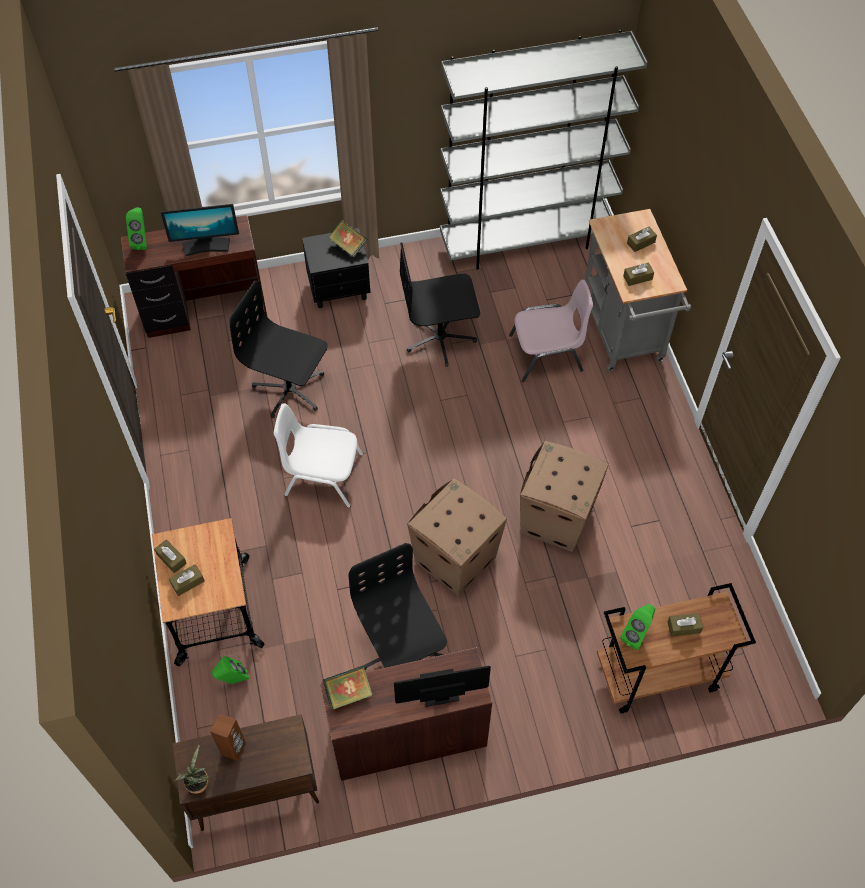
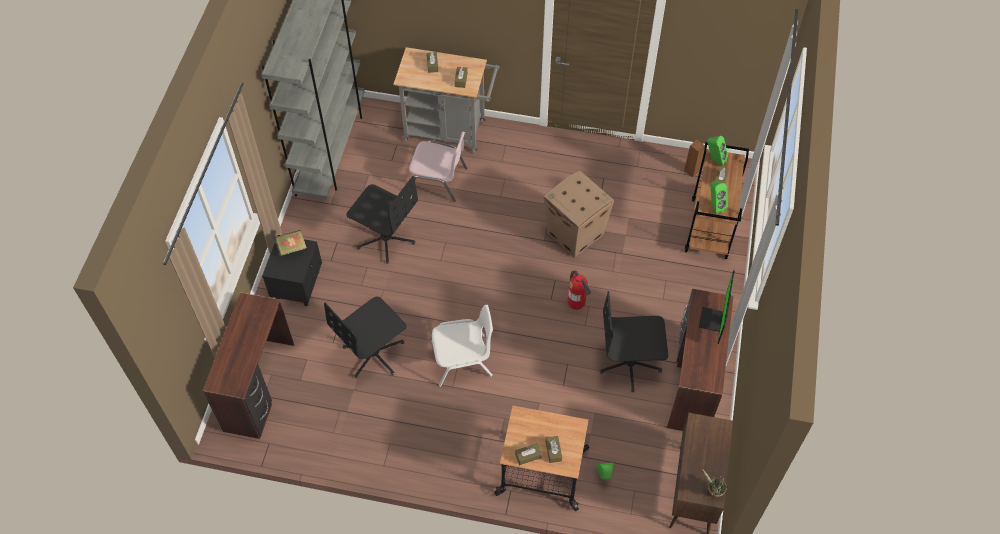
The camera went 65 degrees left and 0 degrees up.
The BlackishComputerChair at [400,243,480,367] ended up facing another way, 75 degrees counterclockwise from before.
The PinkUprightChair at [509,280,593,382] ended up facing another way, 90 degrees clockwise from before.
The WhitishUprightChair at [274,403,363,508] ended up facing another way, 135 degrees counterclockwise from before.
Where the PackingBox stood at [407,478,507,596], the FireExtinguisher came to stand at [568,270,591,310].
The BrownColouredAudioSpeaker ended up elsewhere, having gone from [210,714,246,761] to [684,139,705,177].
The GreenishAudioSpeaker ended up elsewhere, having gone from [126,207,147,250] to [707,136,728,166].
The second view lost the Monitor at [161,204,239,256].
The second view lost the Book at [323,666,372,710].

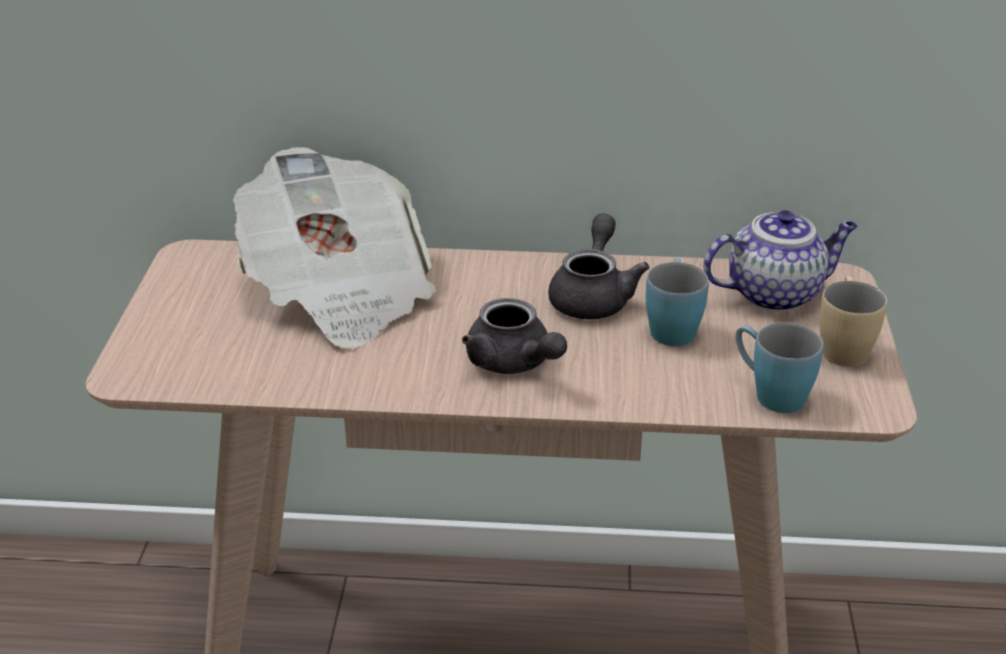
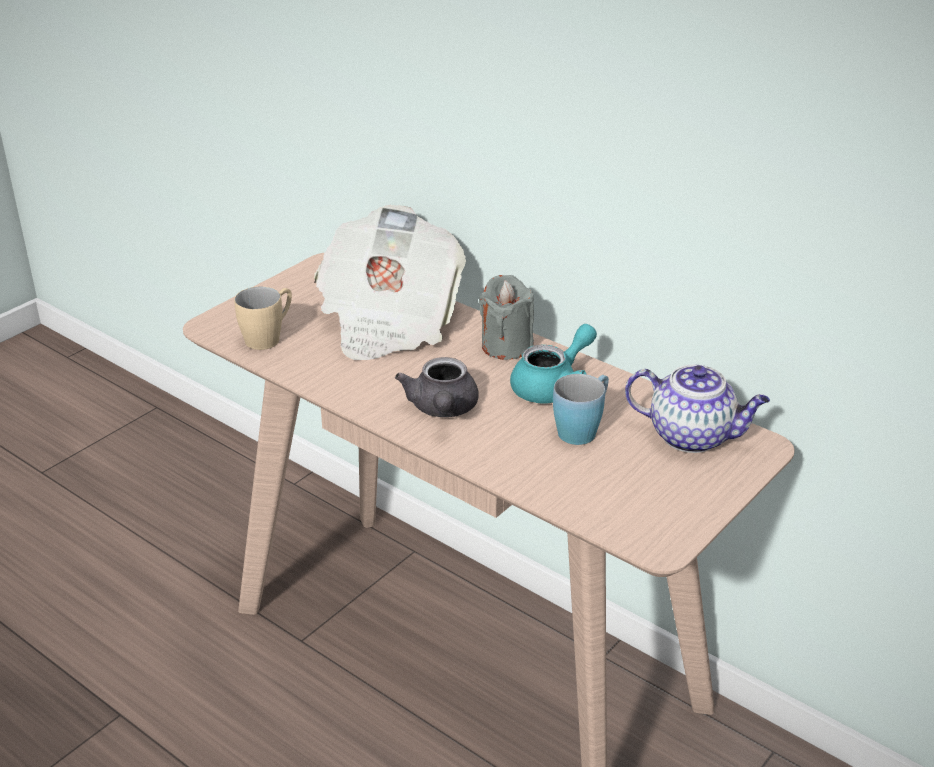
The camera went 35 degrees right and 0 degrees up.
The BeigeColouredTeaMug ended up elsewhere, having gone from [819,276,887,367] to [234,286,292,350].
The second view gained the GreyishWaxCandle at [479,275,534,360].
What was the GreyishPotForTea at [548,213,650,319] turned into the TurquoiseColouredPotForTea at [510,324,597,404].
The second view lost the BlueTeaMug at [736,322,824,413].

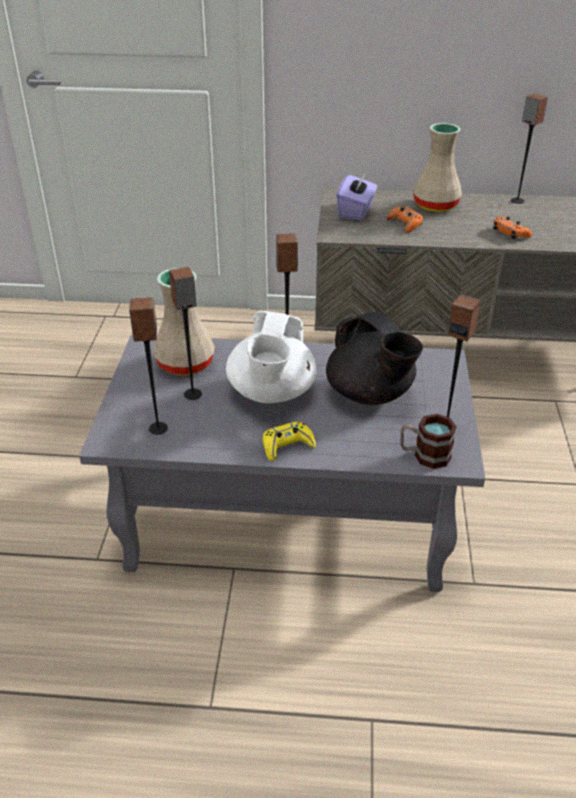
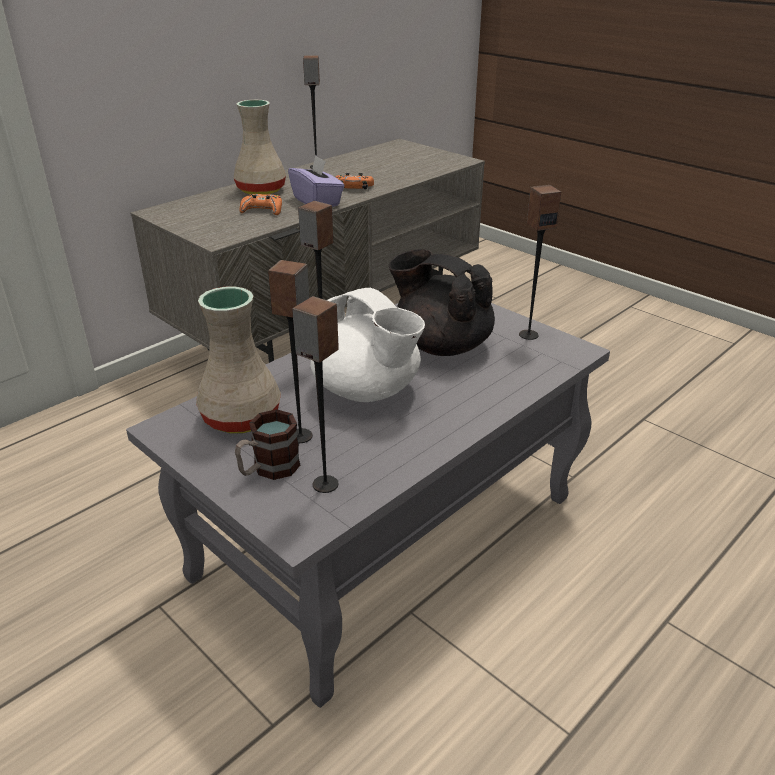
The camera went 50 degrees left and 5 degrees down.
The TeaMug ended up elsewhere, having gone from [400,414,456,469] to [235,409,300,480].
The PurpleTissueBox ended up elsewhere, having gone from [336,171,377,220] to [288,155,344,207].
The BlackishPotForTea at [326,312,423,405] ended up facing another way, 150 degrees counterclockwise from before.
The second view lost the YellowColouredGameController at [263,421,316,461].

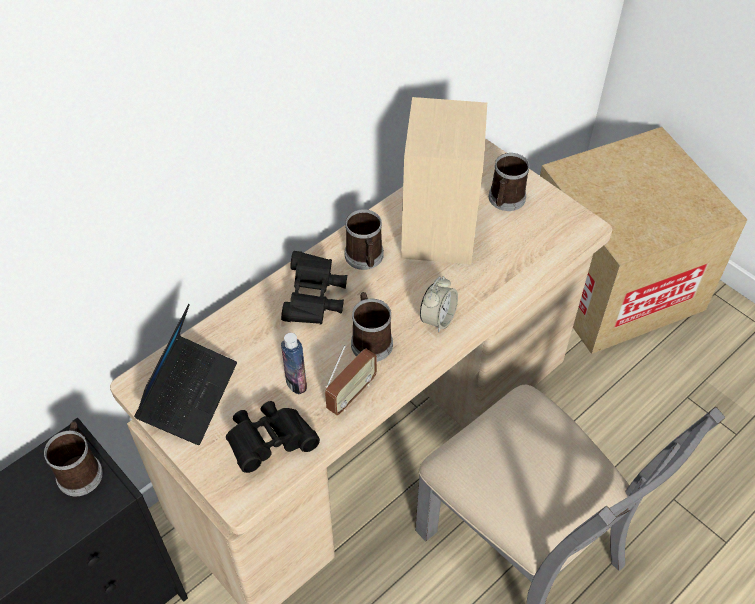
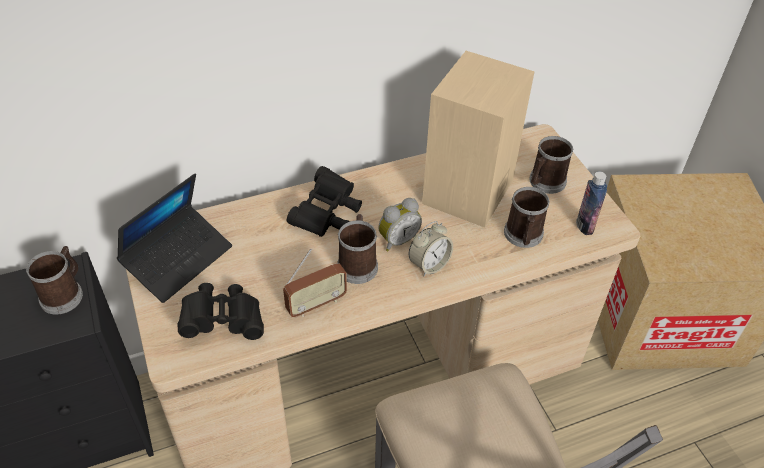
The camera went 20 degrees right and 5 degrees down.
The second view gained the TableClock at [378,198,422,251].
The TeaMug ended up elsewhere, having gone from [345,209,384,270] to [504,187,550,248].
The DrinkBottle ended up elsewhere, having gone from [281,333,307,395] to [576,171,607,235].

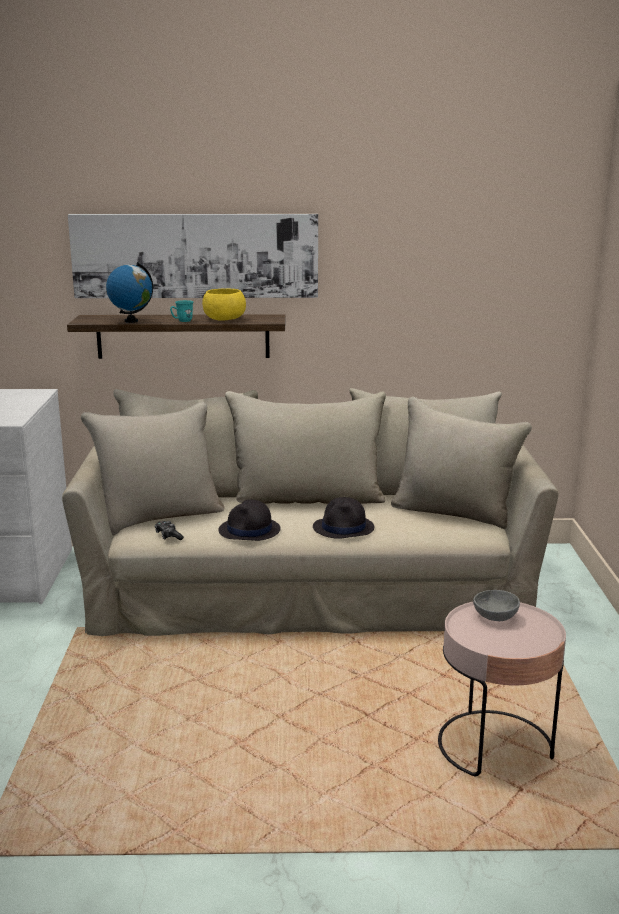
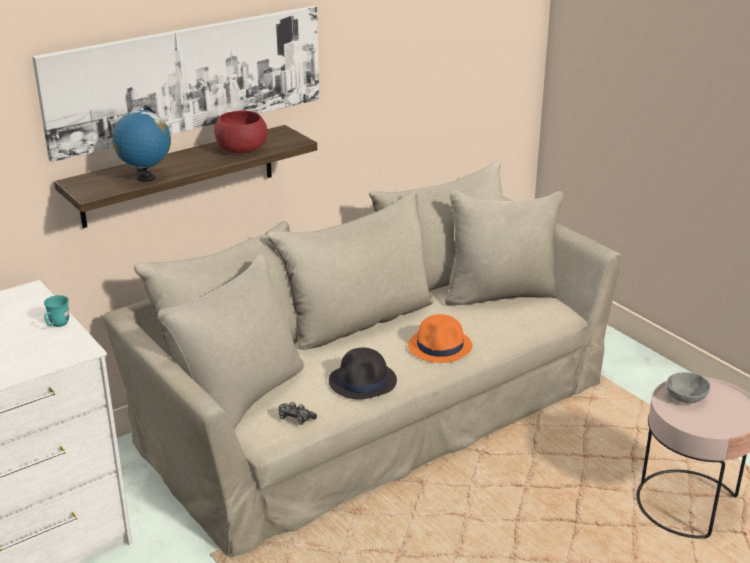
The camera went 35 degrees left and 10 degrees up.
The TurquoiseColouredTeaMug ended up elsewhere, having gone from [170,300,193,322] to [44,295,69,327].
What was the YellowColouredDeepDish at [202,289,246,321] turned into the ReddishDeepDish at [214,110,268,154].
What was the BlackishHat at [313,497,374,539] turned into the OrangeyHat at [408,314,473,363].

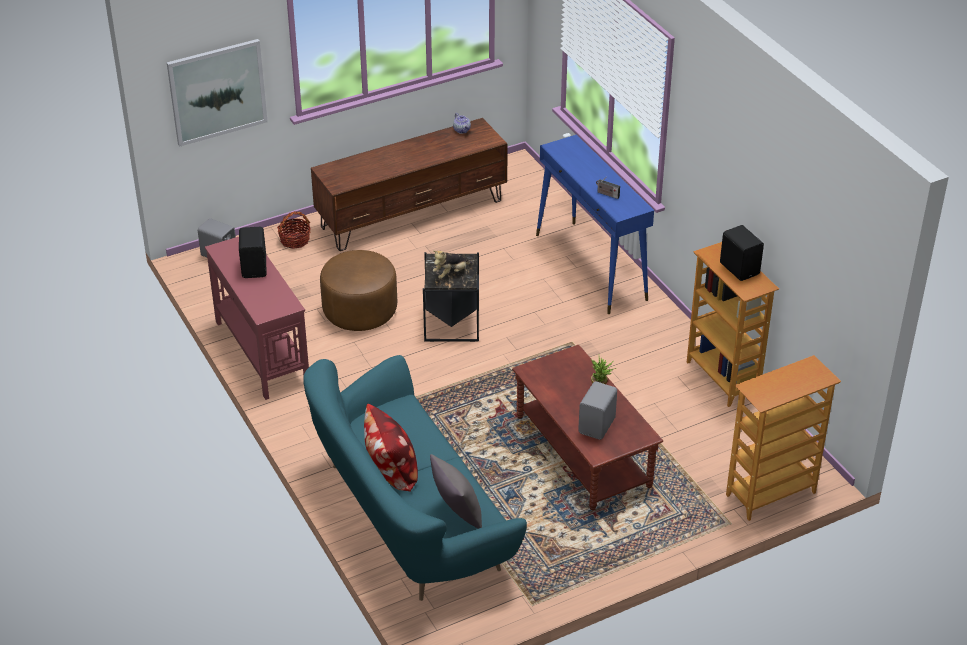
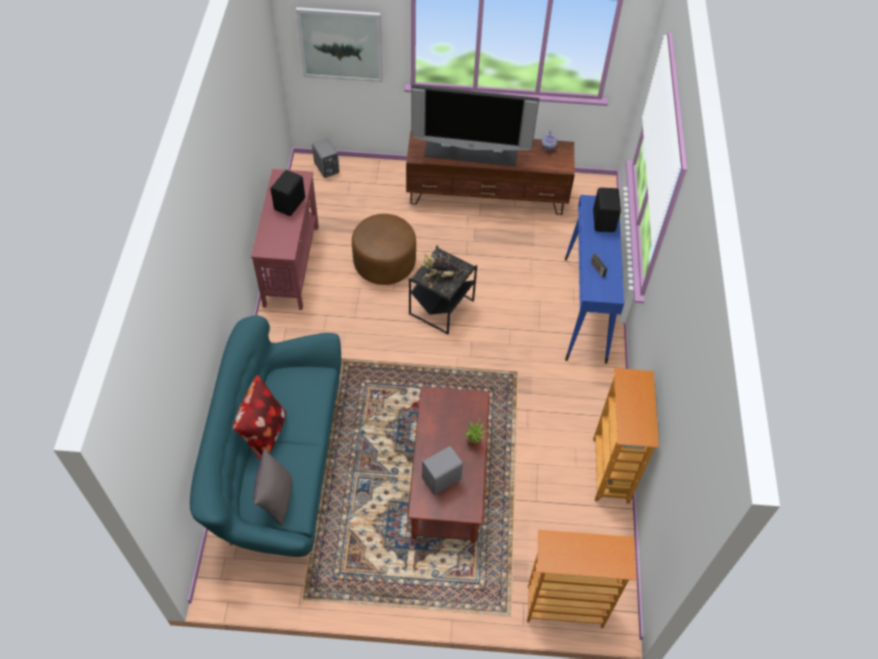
The camera went 30 degrees right and 15 degrees up.
The second view gained the Tv at [411,85,539,167].
The BlackishAudioSpeaker ended up elsewhere, having gone from [720,225,764,281] to [593,188,621,232].
The second view lost the StorageBasket at [277,211,311,249].

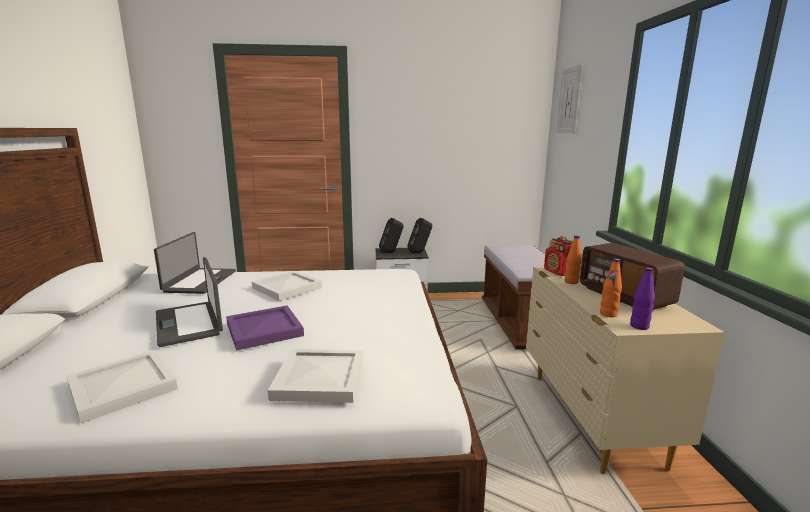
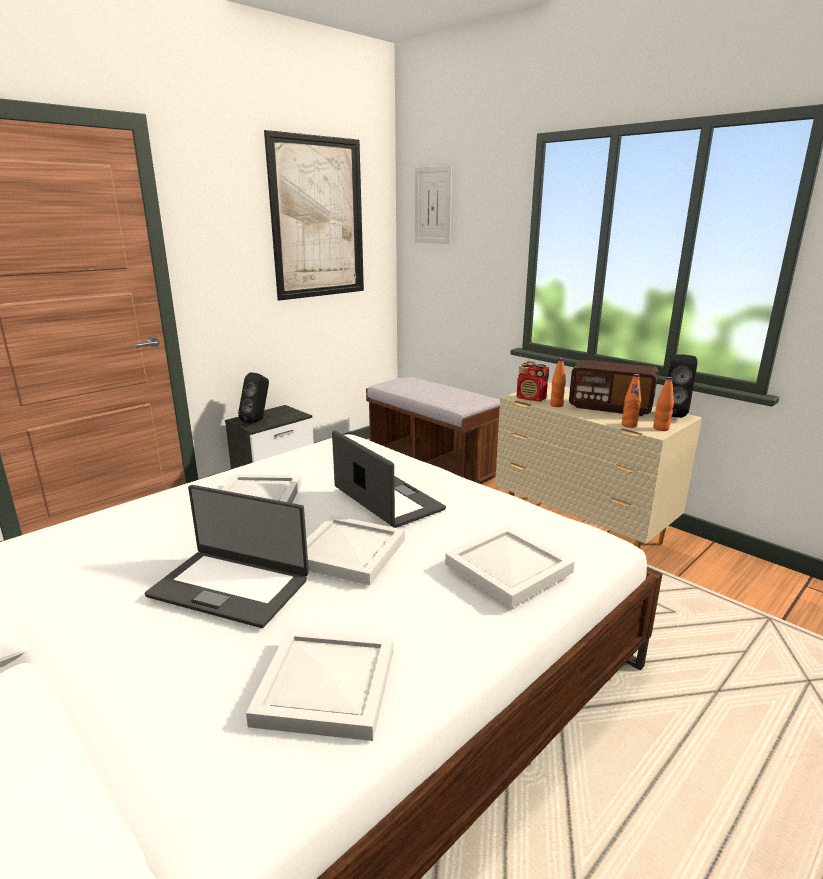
The camera went 40 degrees left and 5 degrees up.
The second view gained the WallPicture at [264,130,364,301].
What was the PurpleServingTray at [226,305,304,351] turned into the WhitishServingTray at [306,515,405,585].
The Laptop ended up elsewhere, having gone from [154,232,236,294] to [332,431,446,528].
What was the PurpleDrinkBottle at [630,267,655,330] turned into the OrangeyDrinkBottle at [653,377,674,431].
The BlackishAudioSpeaker ended up elsewhere, having gone from [407,218,432,253] to [668,354,698,418].

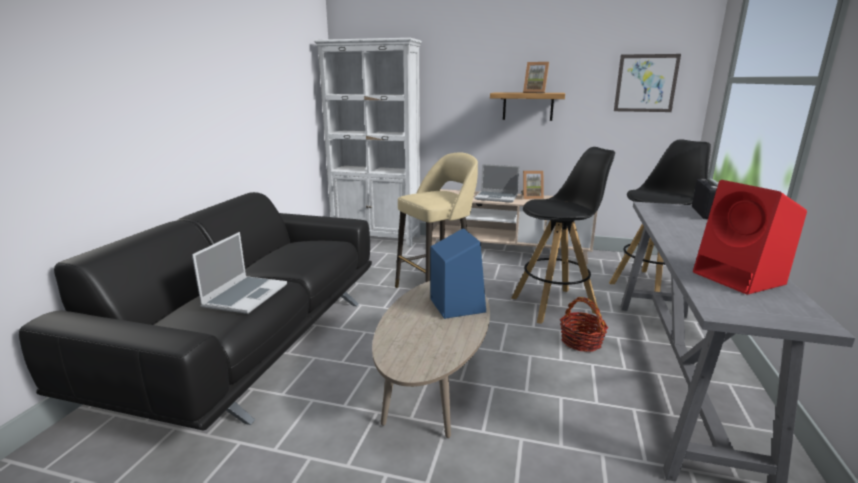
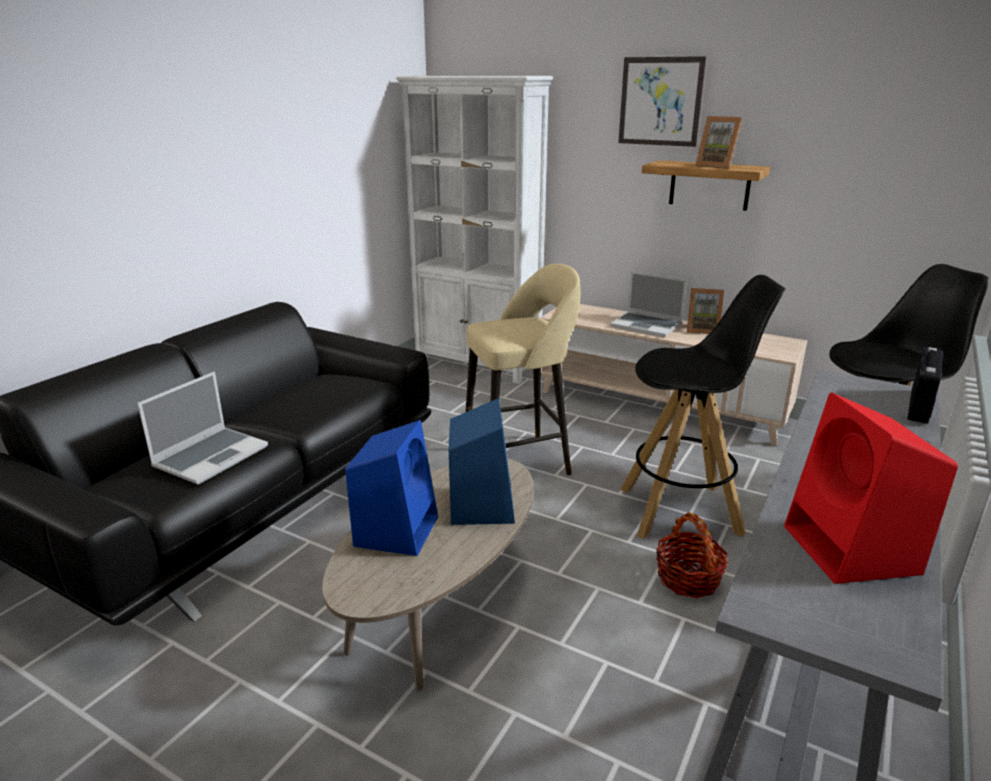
The camera went 15 degrees right and 5 degrees up.
The second view gained the BlueAudioSpeaker at [345,420,438,556].
The WallPicture ended up elsewhere, having gone from [614,54,681,112] to [618,56,706,147].

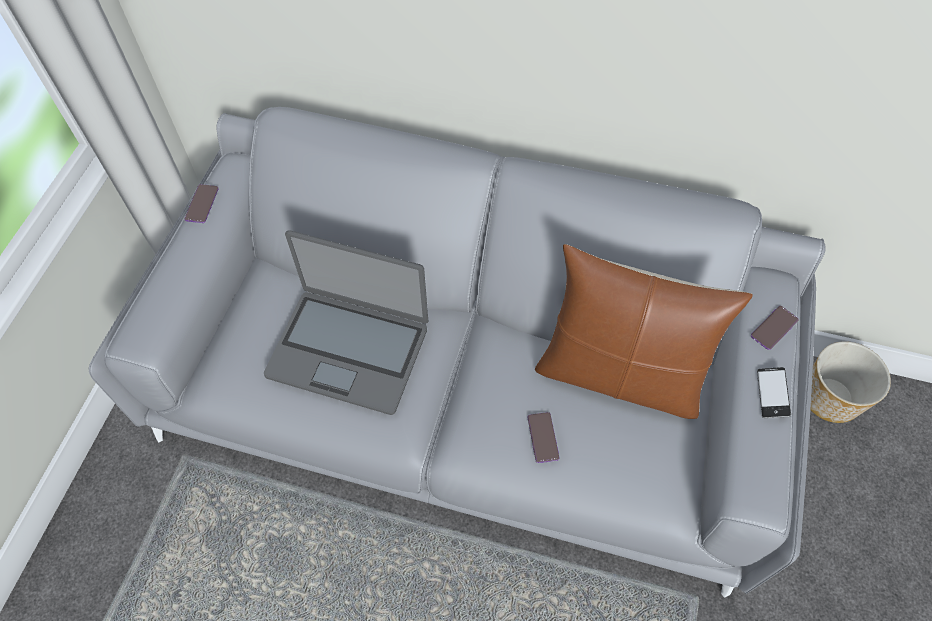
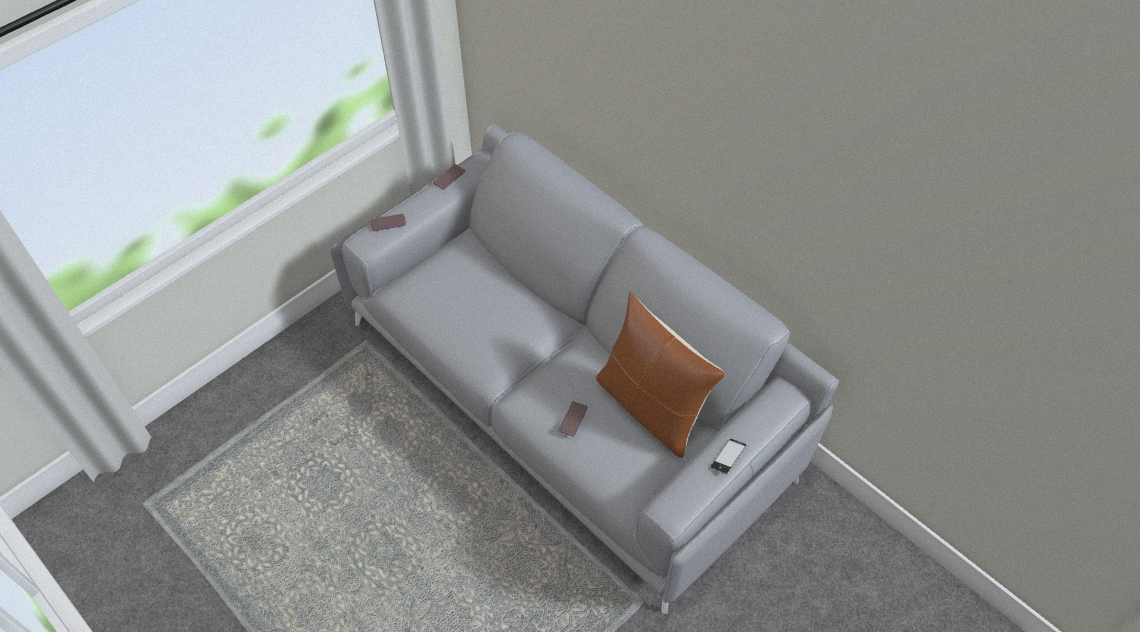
The camera went 30 degrees right and 5 degrees down.
The Handset ended up elsewhere, having gone from [751,306,799,350] to [370,214,406,231].
The second view lost the Laptop at [264,230,428,415].
The second view lost the PlantPot at [810,341,891,423].

